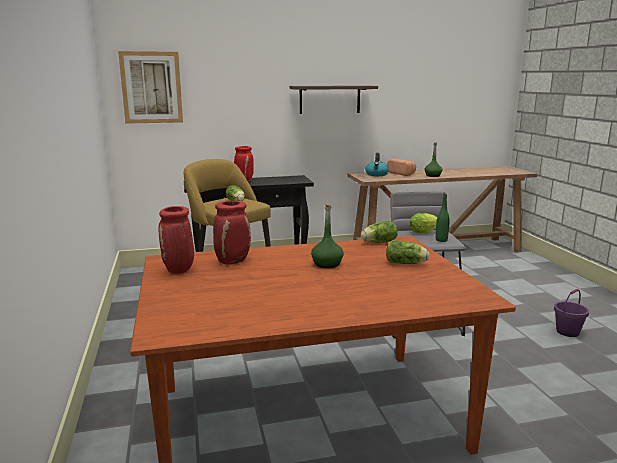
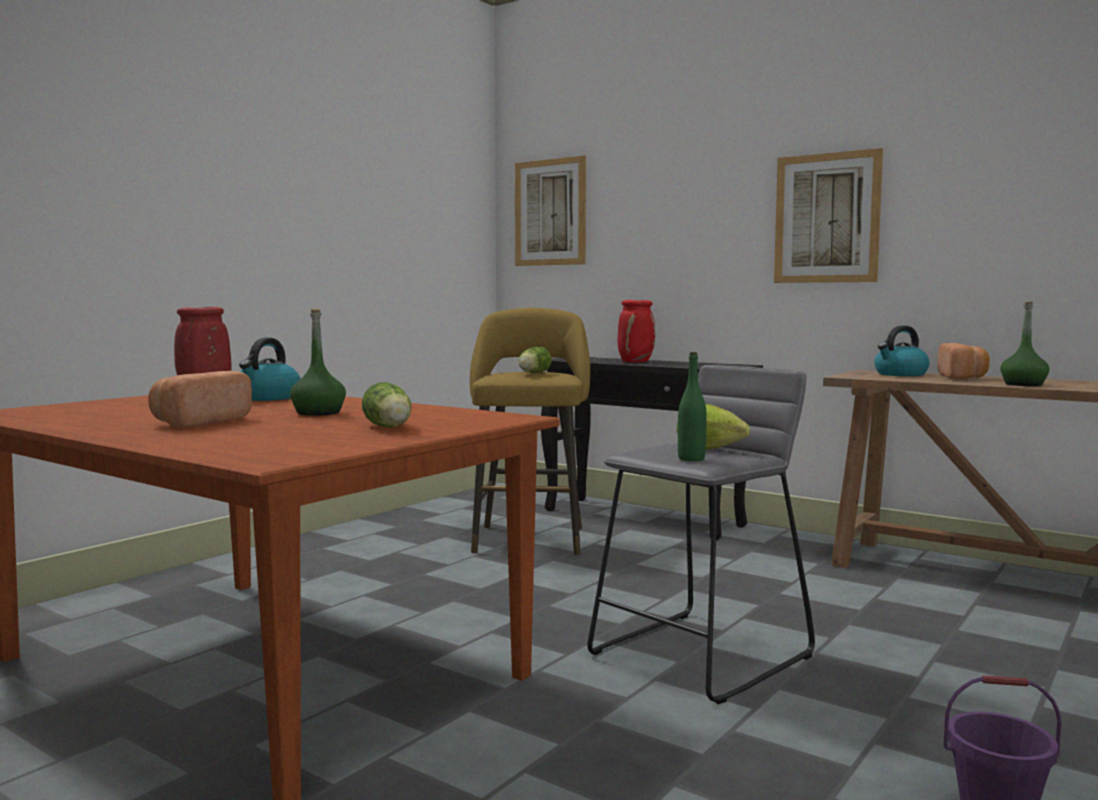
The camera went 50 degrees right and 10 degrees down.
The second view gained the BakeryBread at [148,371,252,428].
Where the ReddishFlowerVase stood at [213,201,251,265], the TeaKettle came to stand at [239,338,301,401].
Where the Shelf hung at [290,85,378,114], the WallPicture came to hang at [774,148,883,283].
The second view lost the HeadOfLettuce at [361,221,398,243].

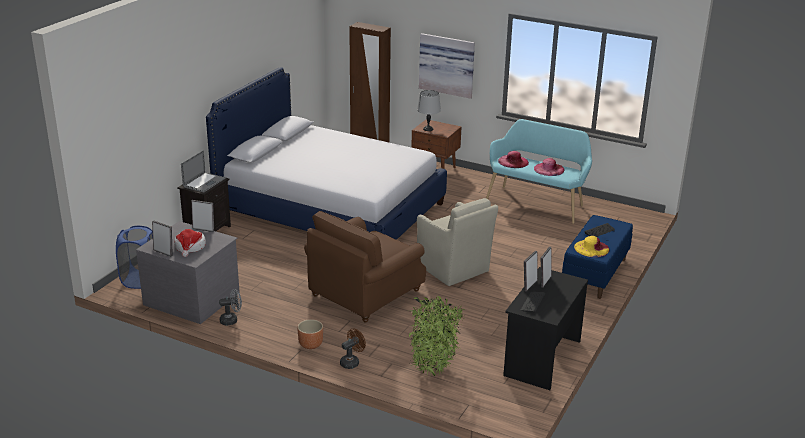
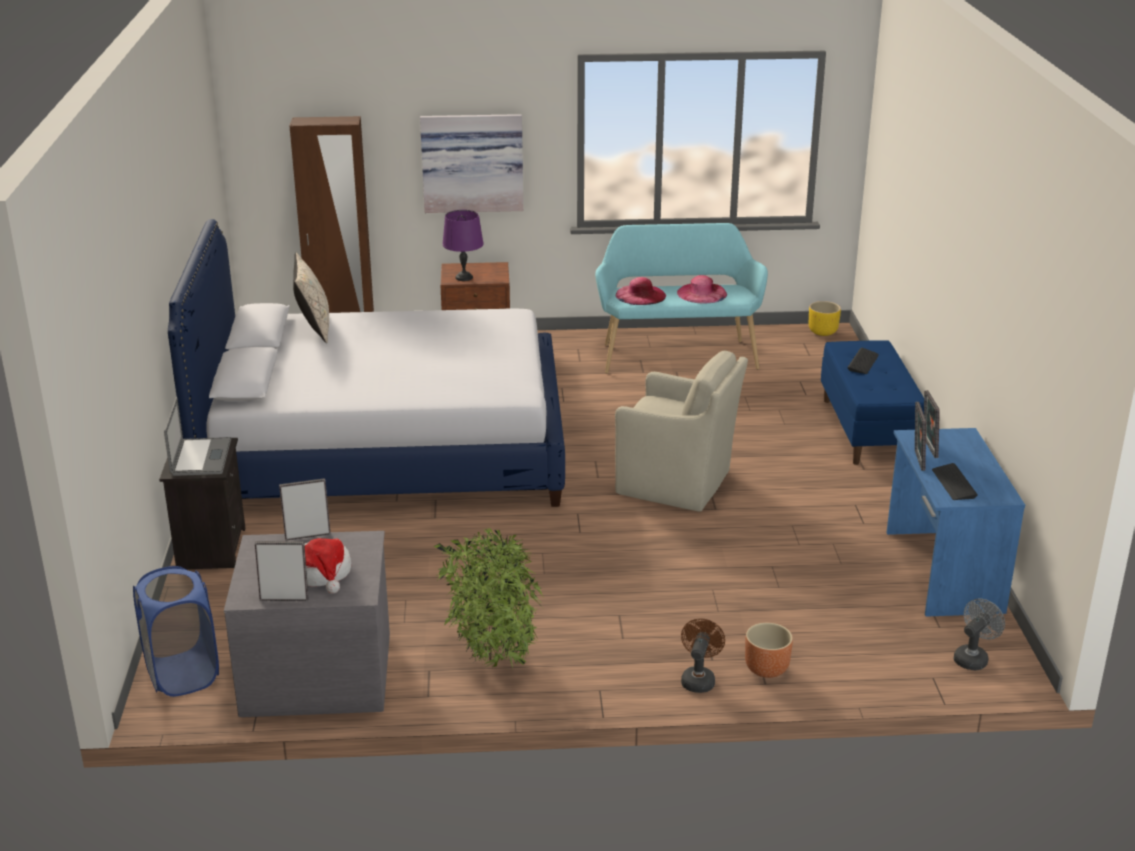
The camera went 30 degrees left and 0 degrees up.
The second view gained the BeigeColouredThrowPillow at [293,253,329,343].
The PottedPlant ended up elsewhere, having gone from [409,296,465,376] to [433,528,543,668].
What was the GreyishTableLamp at [417,90,441,131] turned into the PurpleTableLamp at [442,210,484,281].
The BrownColouredPlantPot ended up elsewhere, having gone from [297,319,323,349] to [745,623,793,678].
The second view gained the YellowColouredPlantPot at [808,301,841,336].
What was the BlackishDesk at [503,267,588,390] turned into the BlueDesk at [886,428,1025,617].
The GreyishElectricFan ended up elsewhere, having gone from [219,289,242,326] to [954,598,1005,670].
The second view lost the BrownColouredEasyChair at [304,211,426,322].
The second view lost the YellowColouredHat at [574,236,610,258].

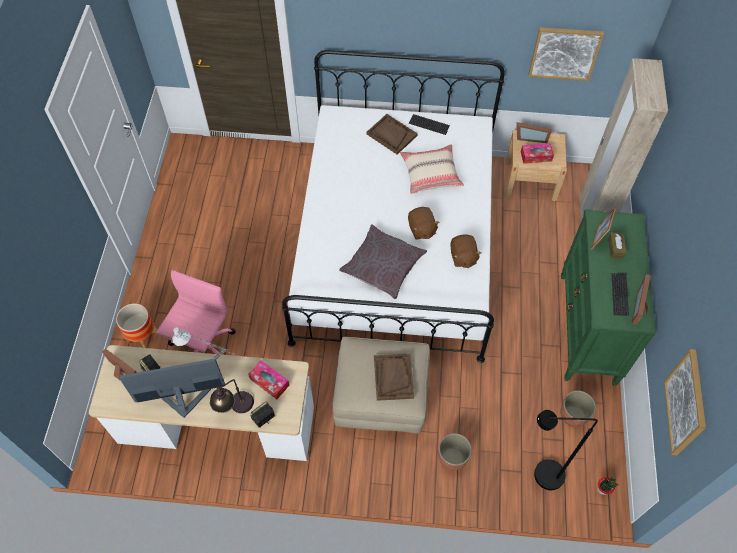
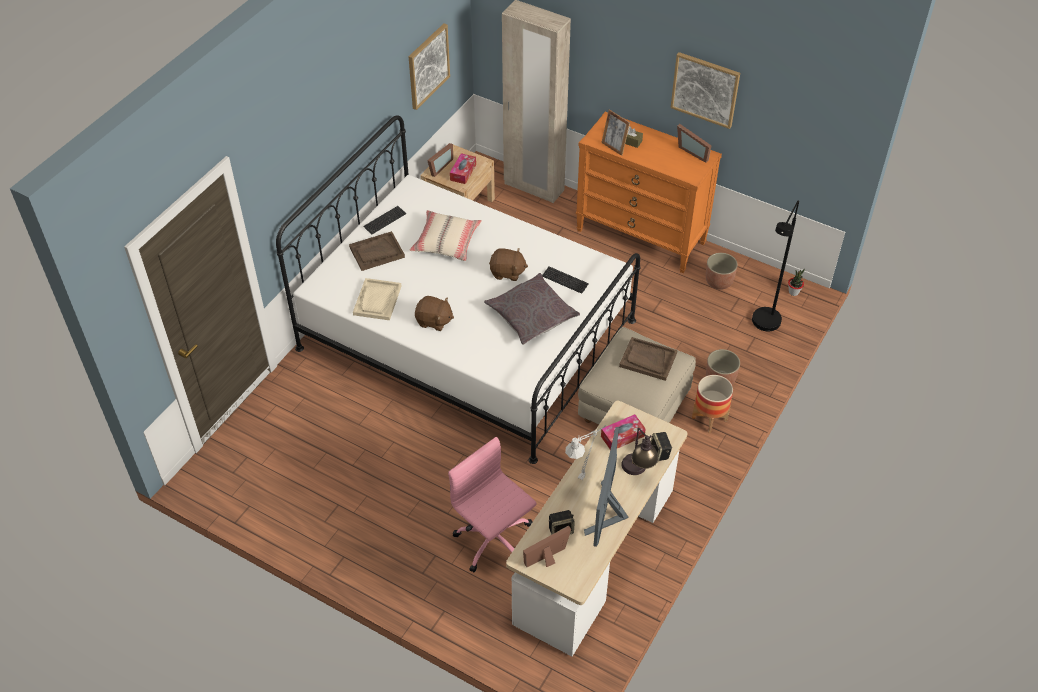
The camera went 65 degrees left and 10 degrees down.
The second view gained the BeigeColouredServingTray at [353,278,401,320].
The BrownColouredPlushToy ended up elsewhere, having gone from [450,234,482,268] to [415,296,454,331].
The Keyboard ended up elsewhere, having gone from [612,273,629,316] to [542,266,589,294].
What was the GreenishChestOfDrawers at [561,209,656,386] turned into the OrangeyChestOfDrawers at [576,112,722,273].
The WallPicture ended up elsewhere, having gone from [664,349,706,455] to [671,52,740,129].
The PlantPot ended up elsewhere, having gone from [116,303,157,348] to [692,375,733,434].

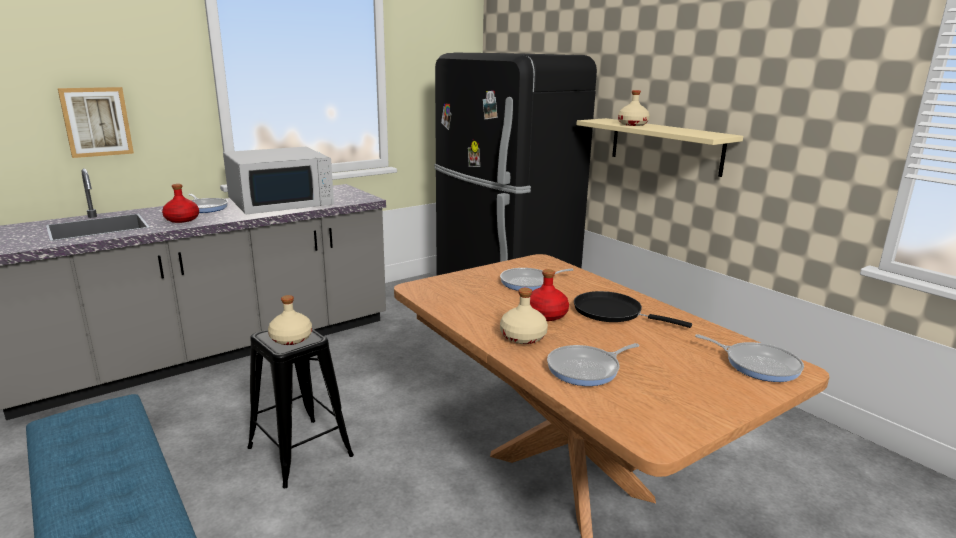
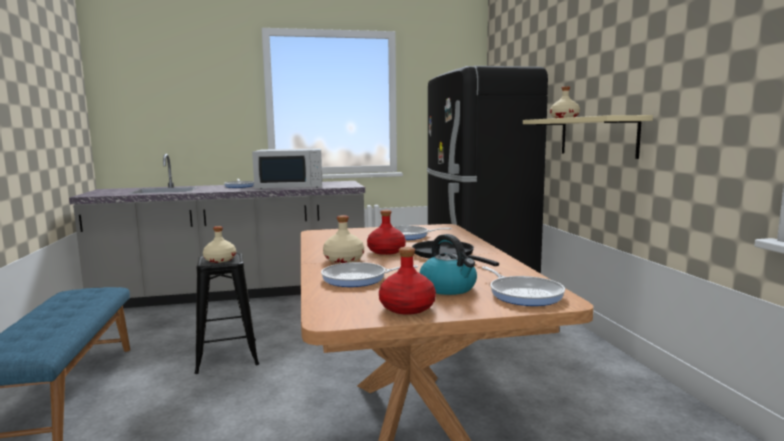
The camera went 25 degrees right and 10 degrees down.
The ReddishDrinkBottle ended up elsewhere, having gone from [162,184,199,223] to [379,247,436,315].
The second view gained the TeaKettle at [420,234,477,295].
The second view lost the WallPicture at [58,87,134,158].

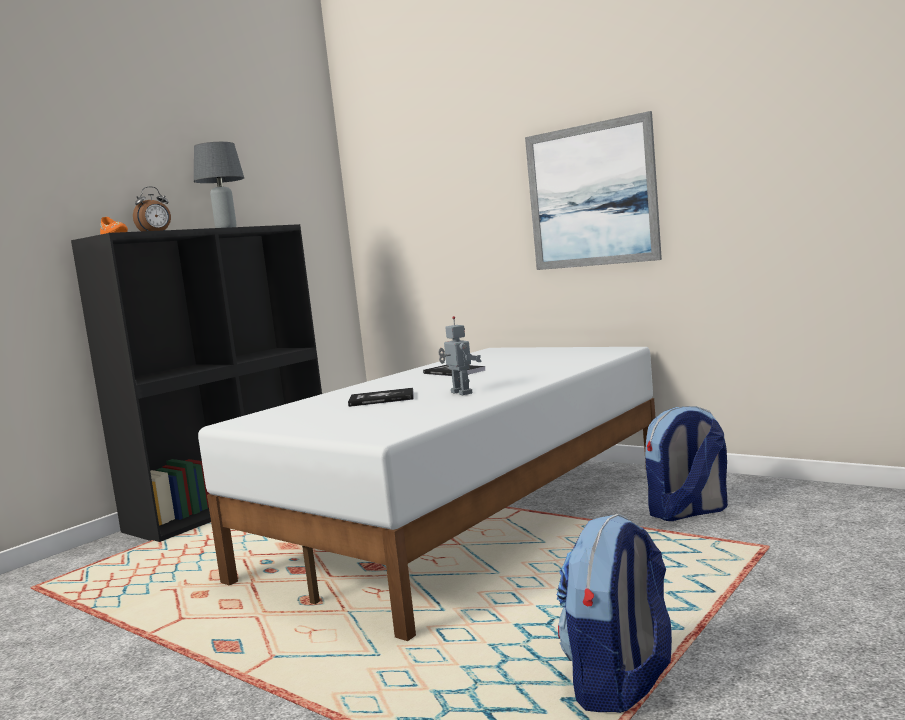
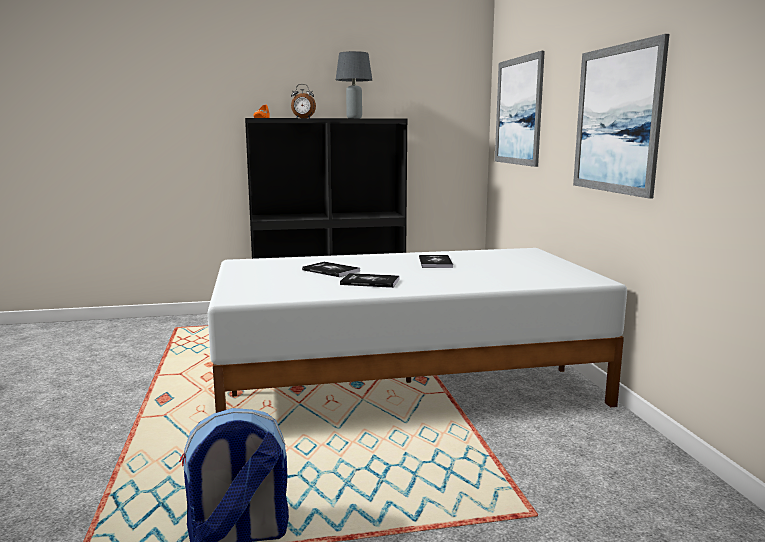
The camera went 40 degrees right and 5 degrees up.
Where the ToyRobot stood at [438,316,481,395], the Book came to stand at [340,273,400,288].
The second view gained the WallPicture at [495,51,545,167].
The second view lost the Rucksack at [645,406,728,521].

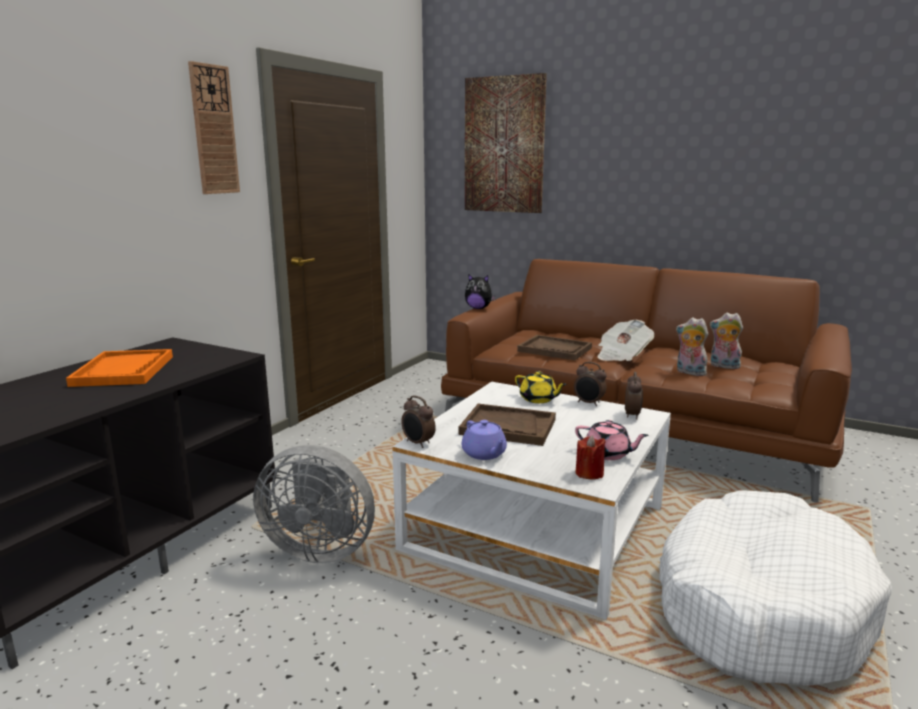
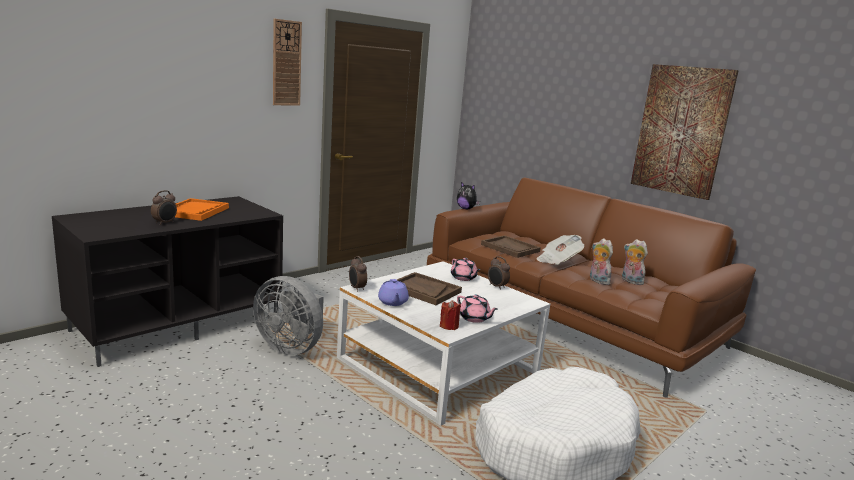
The camera went 15 degrees right and 0 degrees up.
The TableClock ended up elsewhere, having gone from [625,372,643,419] to [151,190,177,225].
What was the YellowColouredPotForTea at [515,371,567,403] turned into the PinkPotForTea at [451,258,480,281].
The WallPicture ended up elsewhere, having gone from [465,73,547,213] to [631,64,739,200].

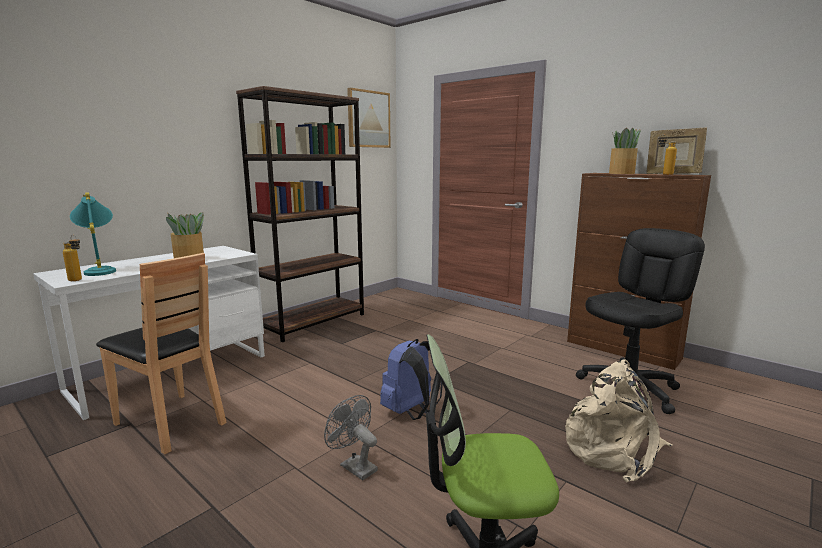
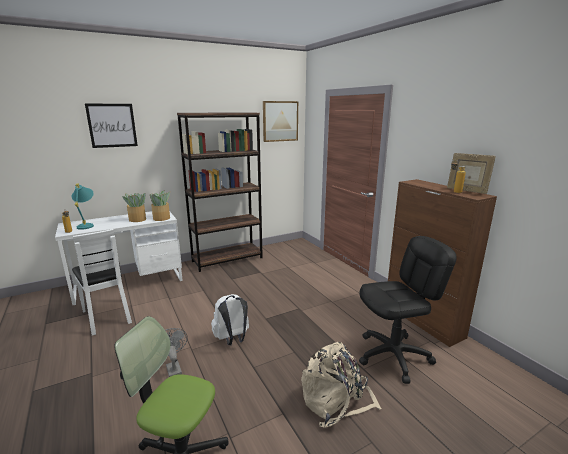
The camera went 20 degrees right and 5 degrees up.
What was the BrownColouredUprightChair at [96,253,227,454] turned into the WhitishUprightChair at [72,229,132,336].
The second view gained the WallPicture at [85,103,138,148].
The PottedPlant ended up elsewhere, having gone from [609,128,641,174] to [150,191,170,221].
What was the BlueRucksack at [380,339,443,420] turned into the WhitishRucksack at [211,294,249,345].

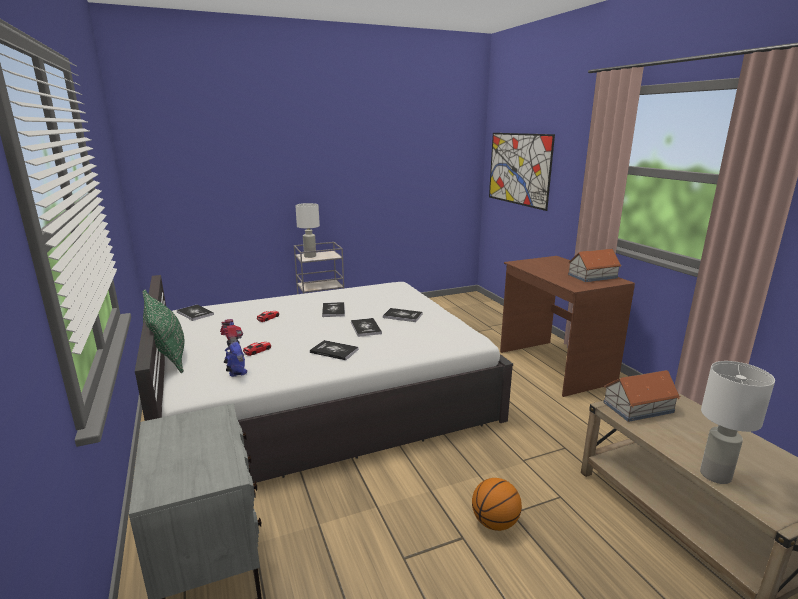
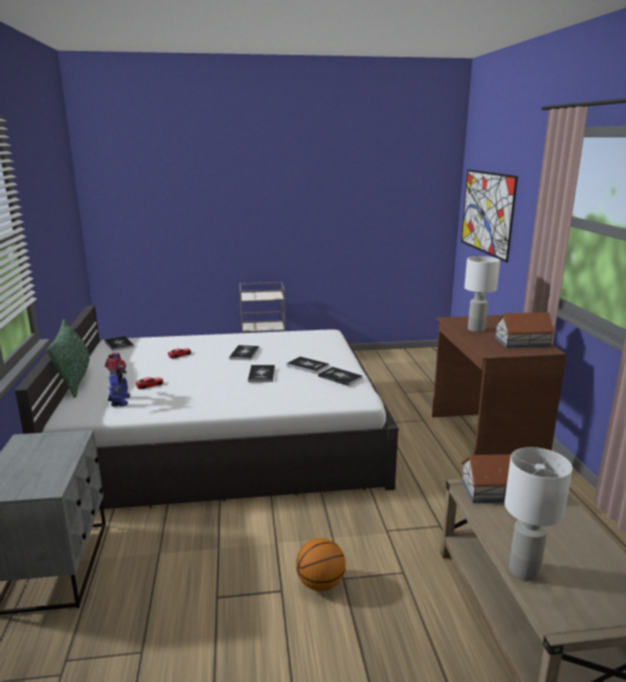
The camera went 15 degrees right and 0 degrees up.
The Book ended up elsewhere, having gone from [310,340,359,360] to [318,367,363,386].
The WhitishTableLamp ended up elsewhere, having gone from [295,203,320,258] to [464,256,500,332].

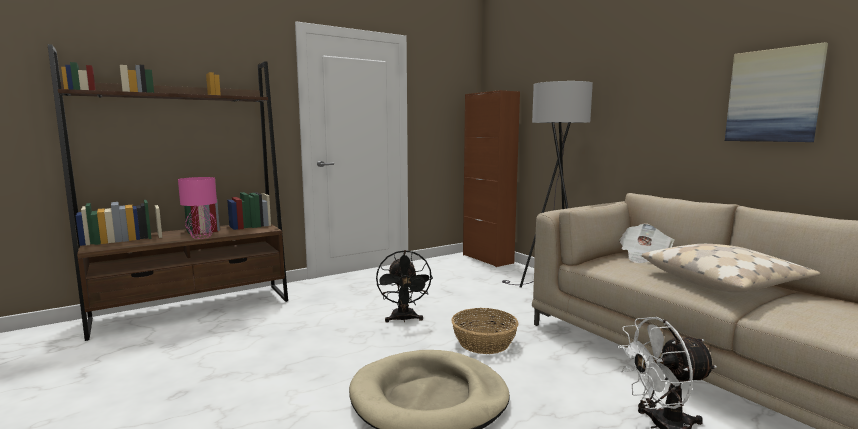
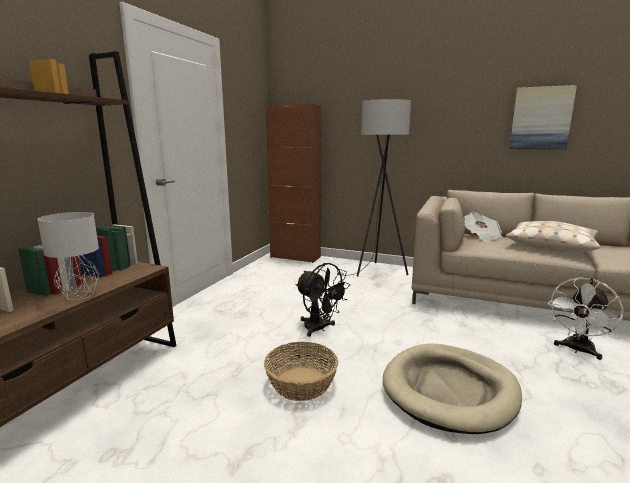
The camera went 35 degrees left and 5 degrees up.
What was the PinkTableLamp at [178,177,217,239] turned into the GreyishTableLamp at [37,212,99,300].
The StorageBasket ended up elsewhere, having gone from [451,308,519,354] to [264,342,338,401].

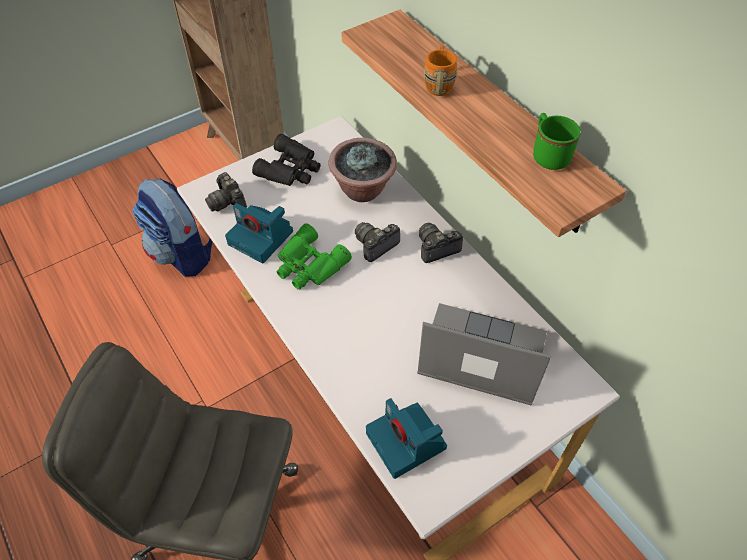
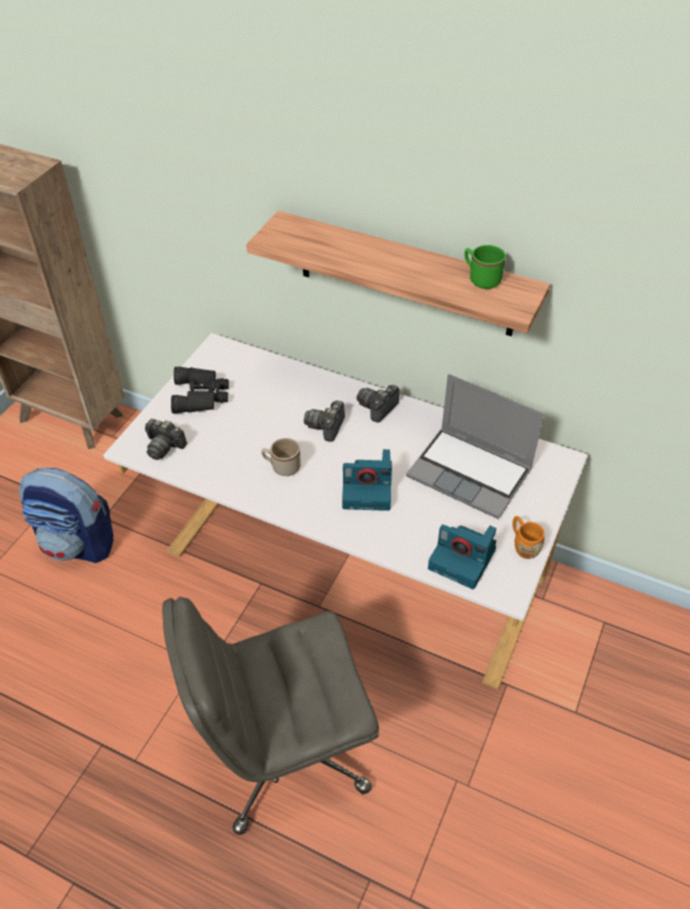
The camera went 30 degrees left and 5 degrees down.
Where the GreenishFieldGlasses stood at [276,223,352,290], the BeigeColouredTeaMug came to stand at [261,438,301,476].
The PhotoCamera ended up elsewhere, having gone from [225,203,293,264] to [342,449,392,511].
The Laptop at [417,303,551,405] ended up facing another way, 135 degrees counterclockwise from before.
The OrangeyTeaMug ended up elsewhere, having gone from [424,45,457,96] to [512,516,545,559].
The second view lost the PottedPlant at [329,138,397,202].

